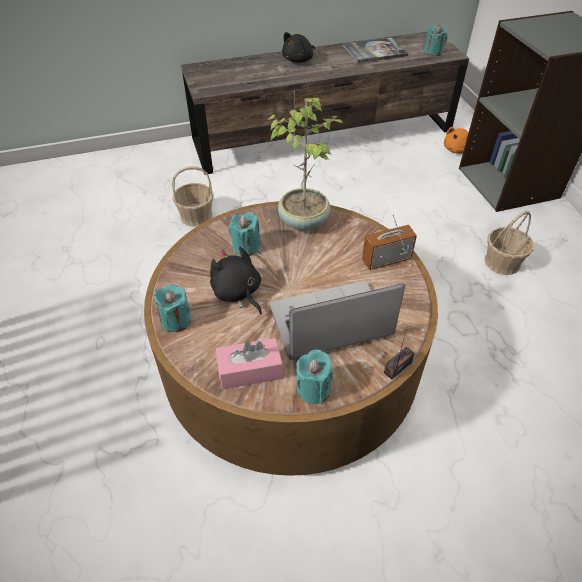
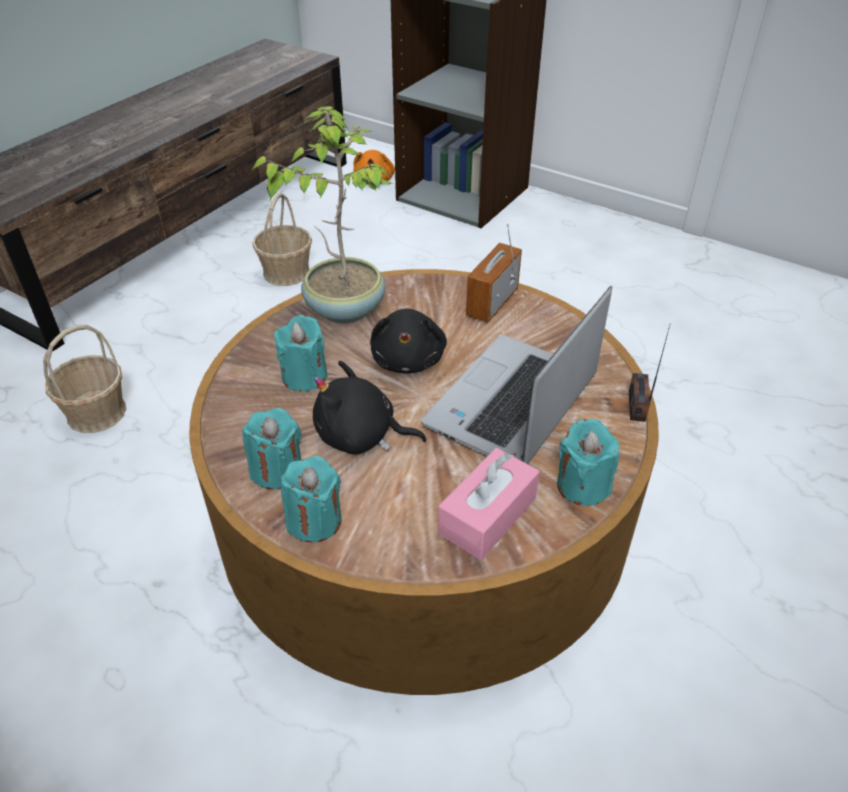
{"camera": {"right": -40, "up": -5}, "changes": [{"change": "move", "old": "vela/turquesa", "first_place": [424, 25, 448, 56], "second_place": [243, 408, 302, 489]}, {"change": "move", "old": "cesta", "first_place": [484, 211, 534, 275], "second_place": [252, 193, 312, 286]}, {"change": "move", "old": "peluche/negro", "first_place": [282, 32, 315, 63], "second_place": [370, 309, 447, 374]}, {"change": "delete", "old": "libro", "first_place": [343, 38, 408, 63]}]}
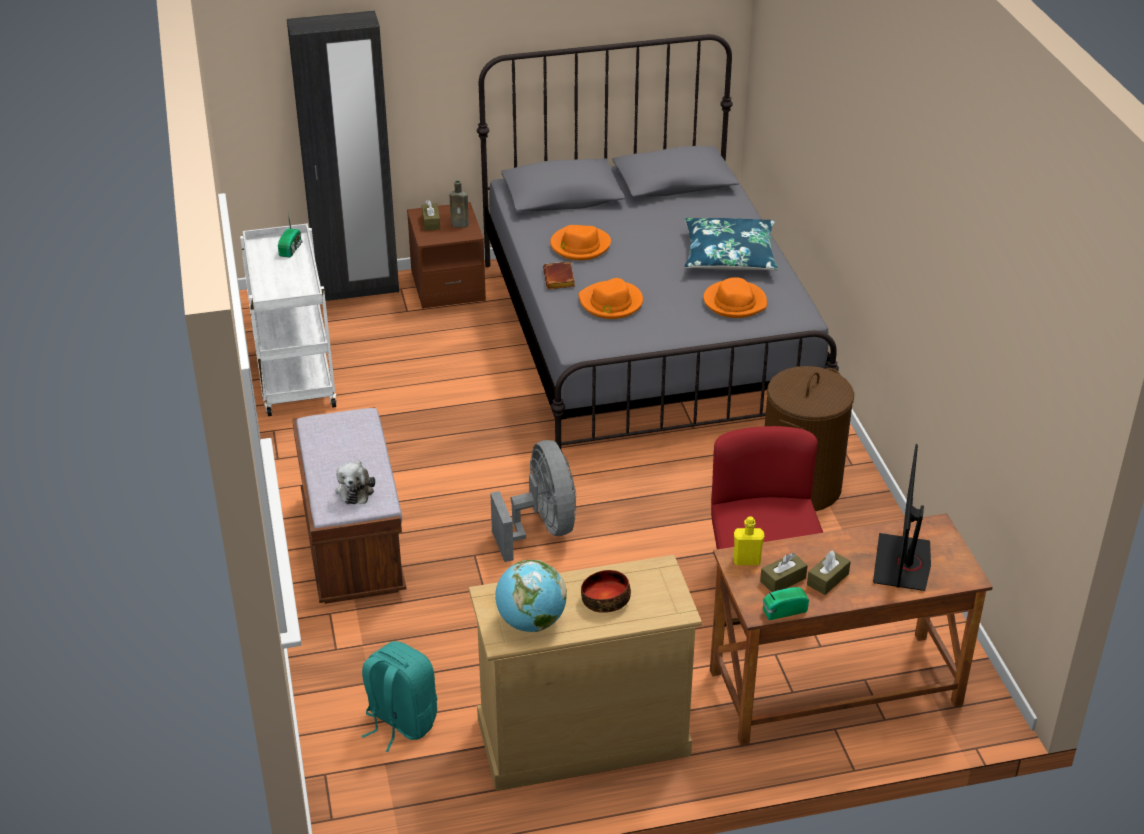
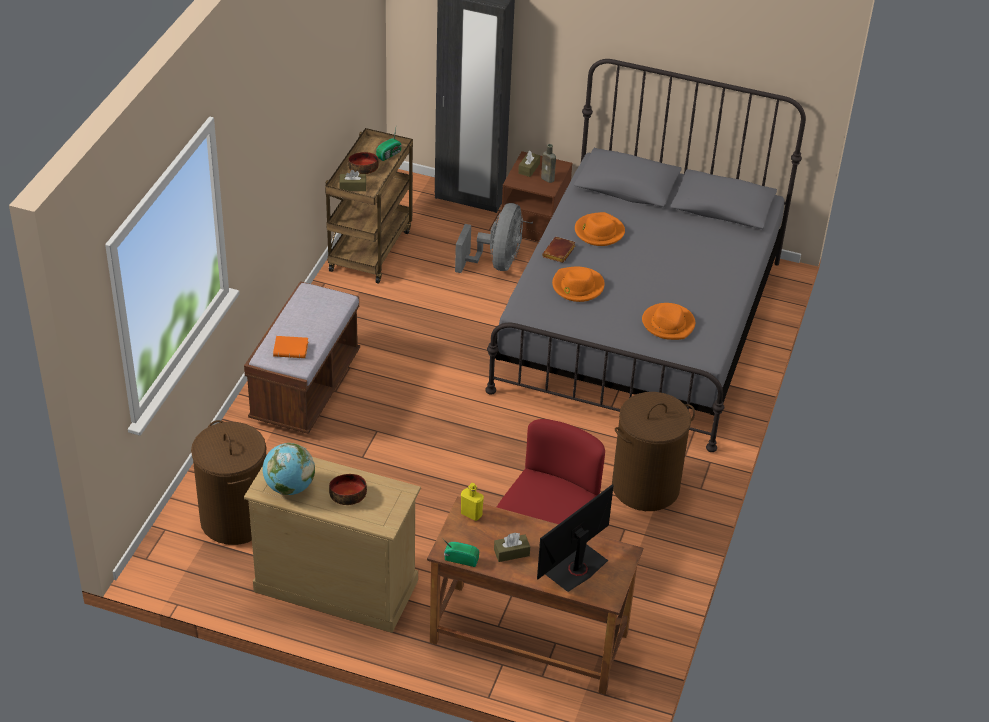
{"camera": {"right": 30, "up": 5}, "changes": [{"change": "replace", "old": "mochila/turquesa", "new": "cesto de la ropa/marrón", "first_place": [361, 641, 437, 752], "second_place": [191, 420, 267, 545]}, {"change": "replace", "old": "peluche", "new": "libro/naranja", "first_place": [335, 461, 375, 504], "second_place": [273, 336, 308, 358]}, {"change": "recolor", "old": "carrito/blanco", "new": "carrito/marrón", "first_place": [240, 223, 337, 416], "second_place": [325, 128, 413, 284]}, {"change": "move", "old": "caja de pañuelos/marrón", "first_place": [760, 553, 808, 592], "second_place": [339, 170, 366, 191]}, {"change": "insert", "new": "cuenco", "second_place": [348, 152, 379, 174]}, {"change": "move", "old": "ventilador/gris", "first_place": [490, 440, 576, 562], "second_place": [455, 203, 523, 273]}, {"change": "delete", "old": "cojín/azul", "first_place": [684, 218, 778, 271]}]}
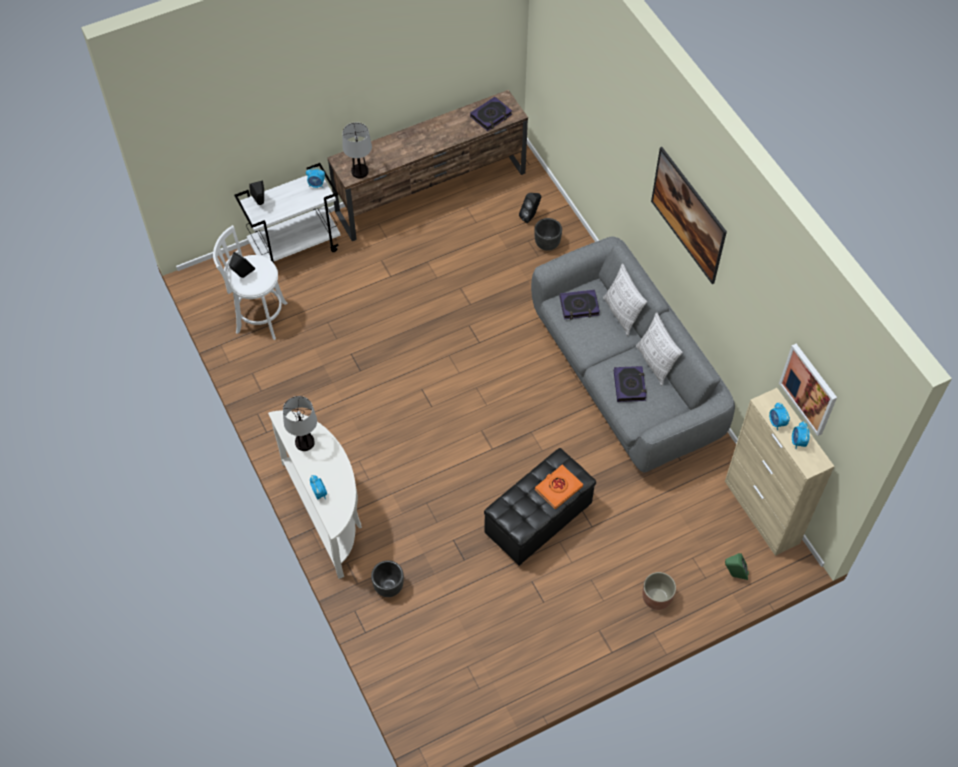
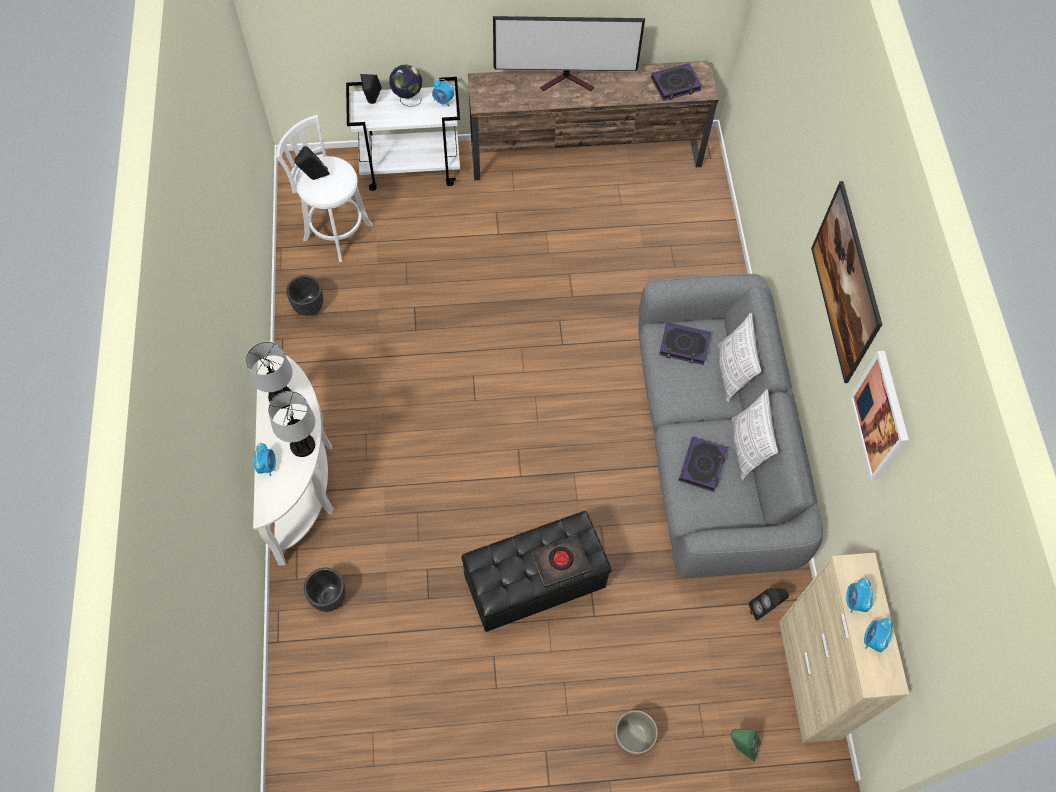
{"camera": {"right": 20, "up": 5}, "changes": [{"change": "move", "old": "lámpara de mesa", "first_place": [343, 122, 372, 179], "second_place": [268, 391, 315, 457]}, {"change": "move", "old": "maceta/negro", "first_place": [534, 218, 562, 251], "second_place": [286, 275, 323, 316]}, {"change": "insert", "new": "globo terráqueo", "second_place": [389, 64, 422, 107]}, {"change": "insert", "new": "televisor", "second_place": [493, 16, 645, 91]}, {"change": "recolor", "old": "libro/naranja", "new": "libro/negro", "first_place": [535, 465, 583, 509], "second_place": [531, 535, 591, 588]}, {"change": "move", "old": "altavoz/negro", "first_place": [519, 193, 541, 224], "second_place": [749, 588, 789, 621]}, {"change": "move", "old": "cuadro", "first_place": [779, 344, 837, 436], "second_place": [850, 351, 909, 481]}]}
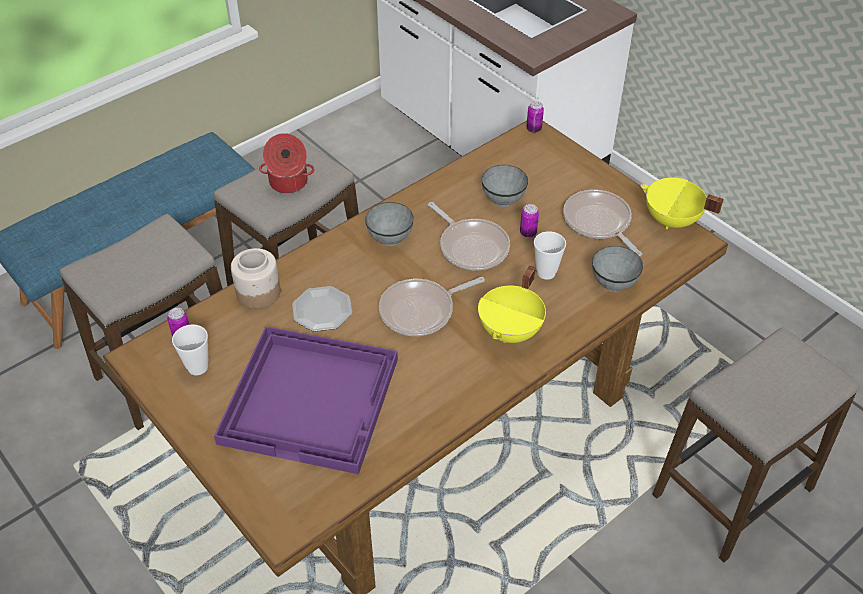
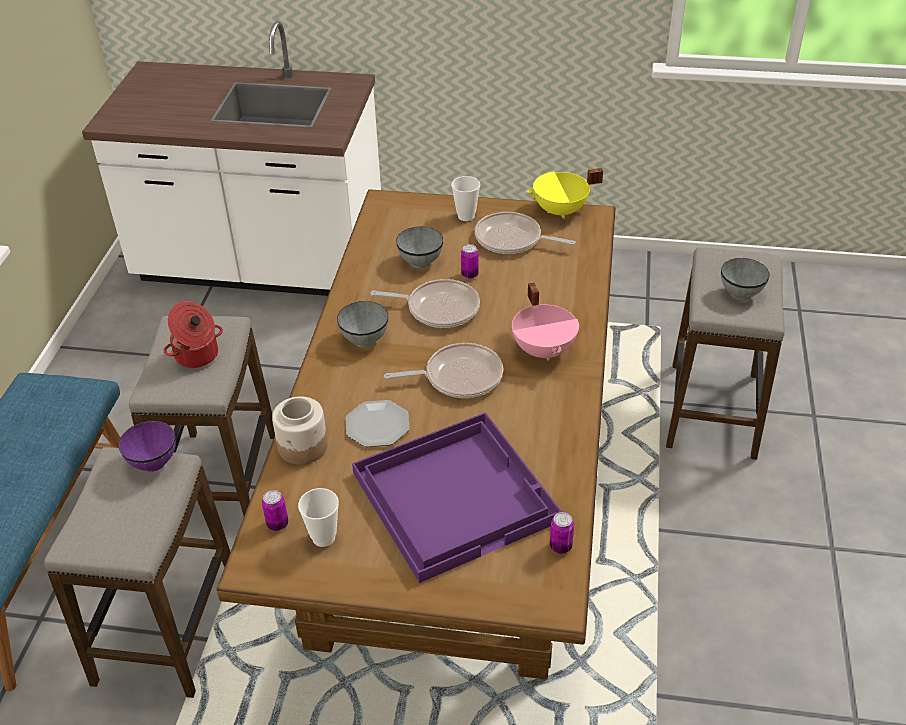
{"camera": {"right": -40, "up": -5}, "changes": [{"change": "insert", "new": "cuenco/morado", "second_place": [119, 421, 176, 472]}, {"change": "rotate", "old": "sartén", "first_place": [379, 277, 485, 336], "second_place": [384, 343, 503, 398], "degrees": -120}, {"change": "move", "old": "taza", "first_place": [534, 231, 566, 280], "second_place": [451, 176, 480, 221]}, {"change": "recolor", "old": "olla/amarillo", "new": "olla/rosa", "first_place": [478, 265, 546, 343], "second_place": [512, 283, 579, 361]}, {"change": "move", "old": "lata", "first_place": [526, 101, 544, 133], "second_place": [550, 512, 574, 554]}, {"change": "move", "old": "cuenco/gris", "first_place": [592, 246, 643, 292], "second_place": [721, 258, 769, 300]}]}
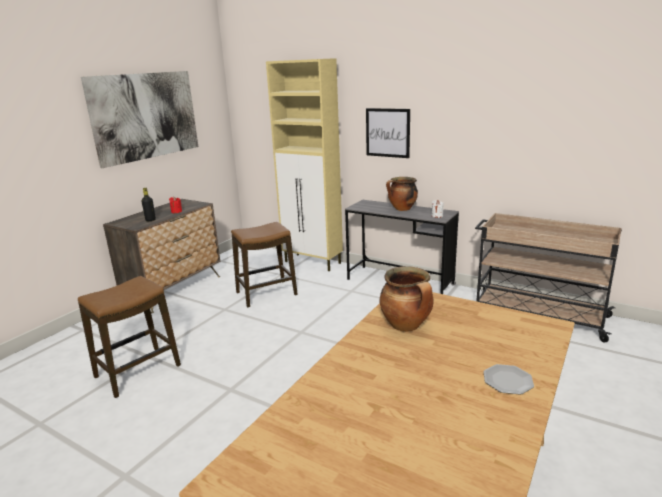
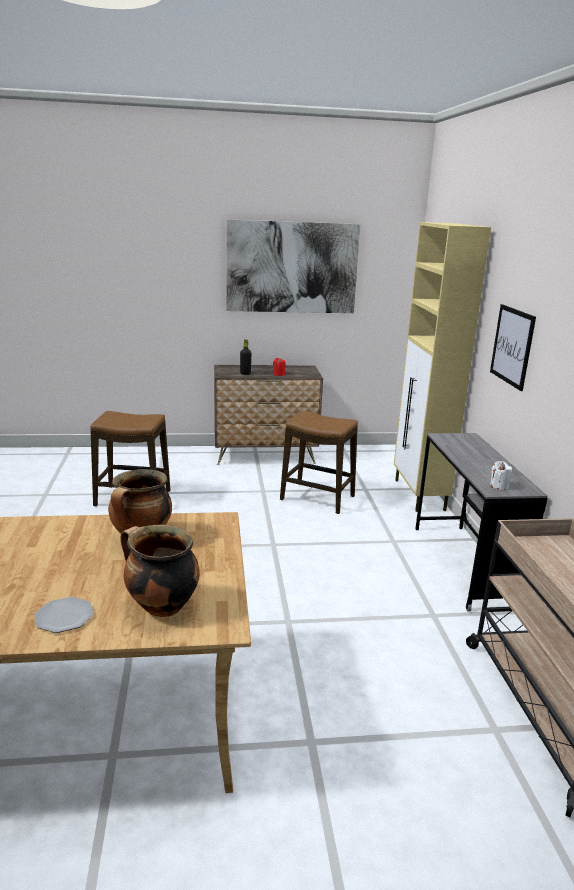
{"camera": {"right": 50, "up": 0}, "changes": [{"change": "move", "old": "olla", "first_place": [386, 177, 418, 211], "second_place": [120, 525, 199, 617]}]}
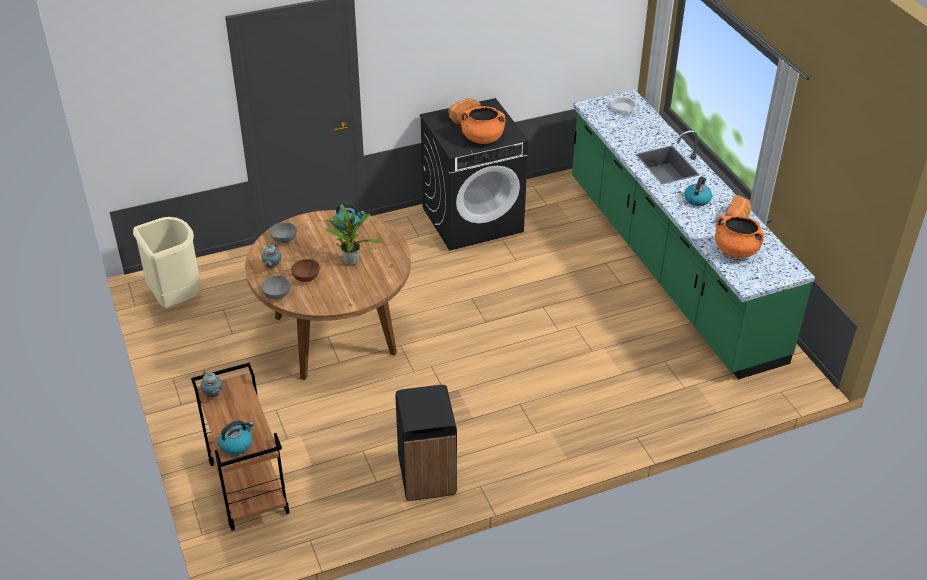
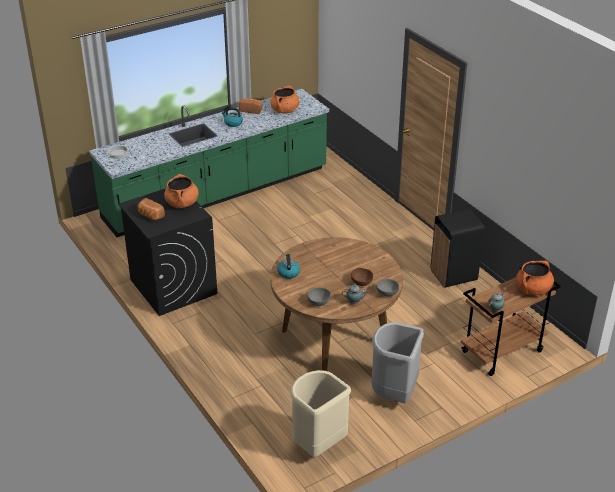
{"camera": {"right": -100, "up": -5}, "changes": [{"change": "insert", "new": "papelera/gris", "second_place": [372, 322, 424, 403]}, {"change": "replace", "old": "hervidor", "new": "olla/naranja", "first_place": [218, 421, 254, 455], "second_place": [516, 261, 554, 295]}, {"change": "delete", "old": "planta en maceta", "first_place": [326, 204, 381, 266]}]}
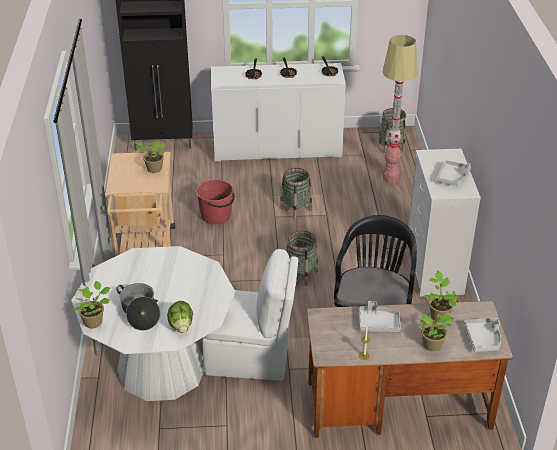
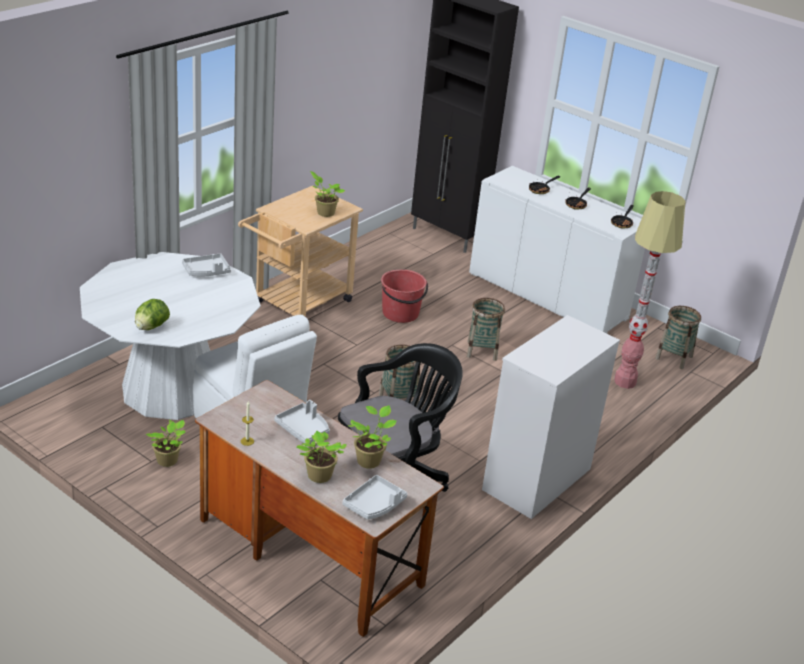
{"camera": {"right": 40, "up": -5}, "changes": [{"change": "move", "old": "planta en maceta", "first_place": [73, 281, 110, 328], "second_place": [146, 420, 186, 467]}, {"change": "move", "old": "bandeja/gris", "first_place": [437, 160, 471, 186], "second_place": [182, 253, 231, 276]}, {"change": "delete", "old": "olla", "first_place": [116, 283, 160, 331]}]}
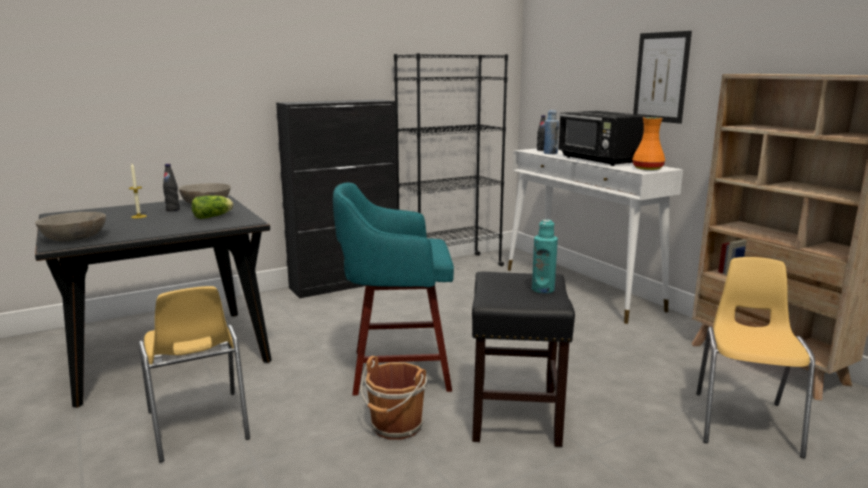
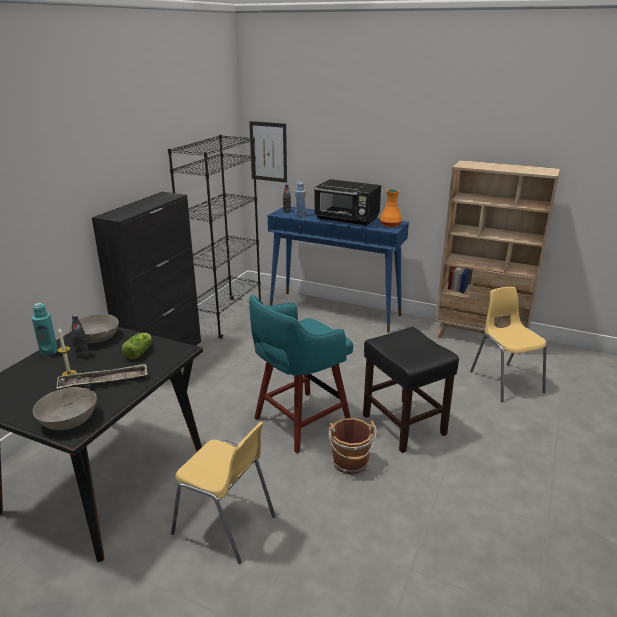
{"camera": {"right": -35, "up": 10}, "changes": [{"change": "move", "old": "botella/turquesa", "first_place": [532, 220, 558, 293], "second_place": [32, 303, 58, 356]}, {"change": "insert", "new": "bandeja", "second_place": [56, 363, 148, 390]}, {"change": "move", "old": "cuadro", "first_place": [633, 31, 692, 124], "second_place": [249, 121, 287, 183]}, {"change": "recolor", "old": "mesa consola/blanco", "new": "mesa consola/azul", "first_place": [508, 148, 683, 324], "second_place": [268, 207, 409, 333]}]}
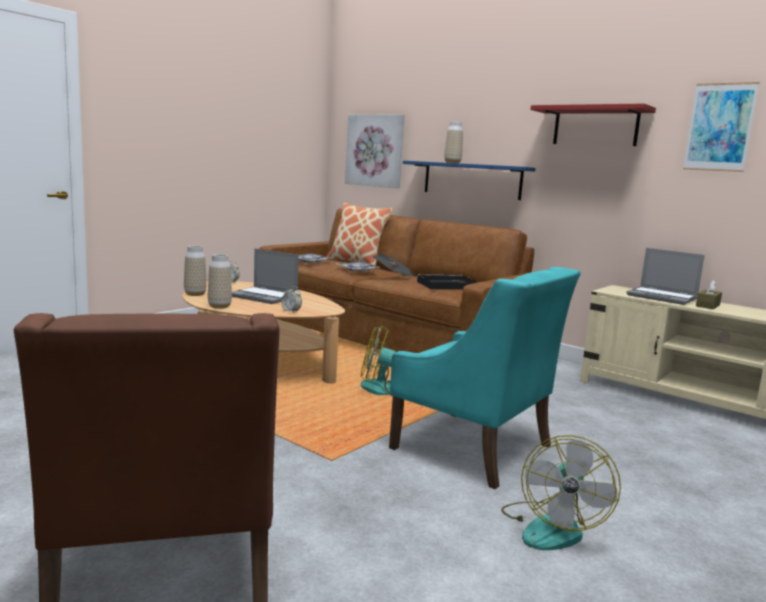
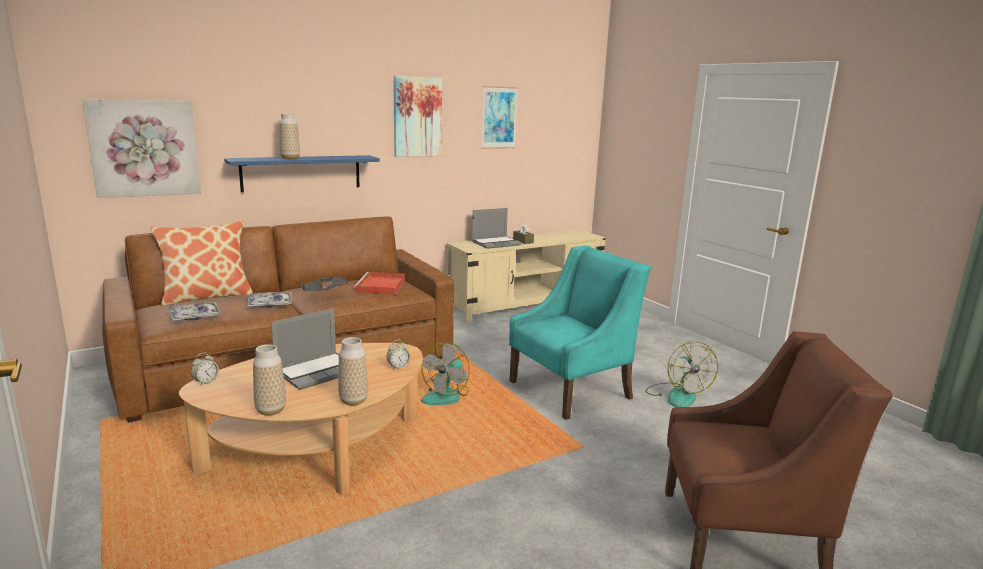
{"camera": {"right": -70, "up": 5}, "changes": [{"change": "recolor", "old": "bandeja/negro", "new": "bandeja/rojo", "first_place": [417, 275, 478, 289], "second_place": [354, 272, 405, 294]}, {"change": "replace", "old": "estante/rojo", "new": "cuadro", "first_place": [530, 104, 656, 146], "second_place": [393, 76, 442, 157]}, {"change": "rotate", "old": "ventilador", "first_place": [501, 435, 621, 550], "second_place": [645, 341, 718, 407], "degrees": 45}]}
